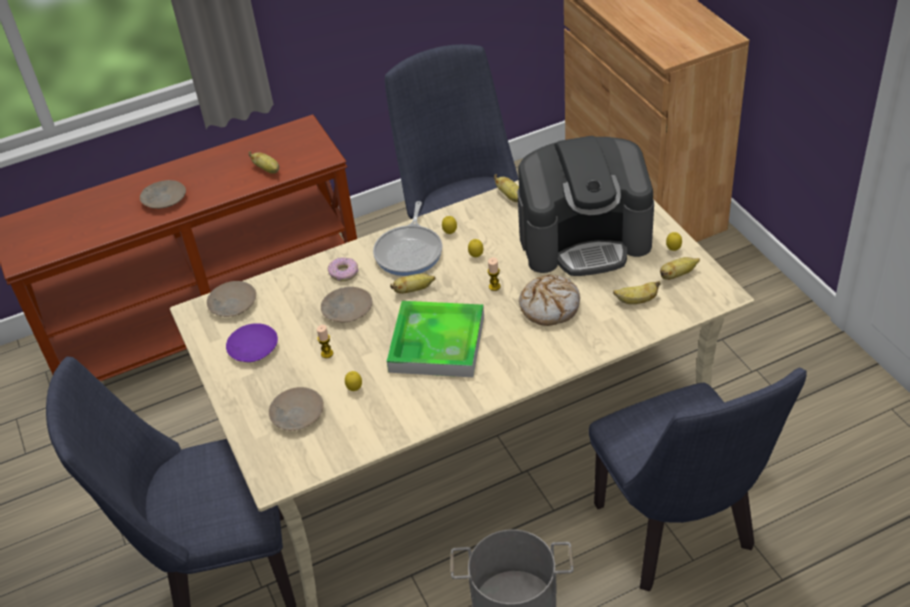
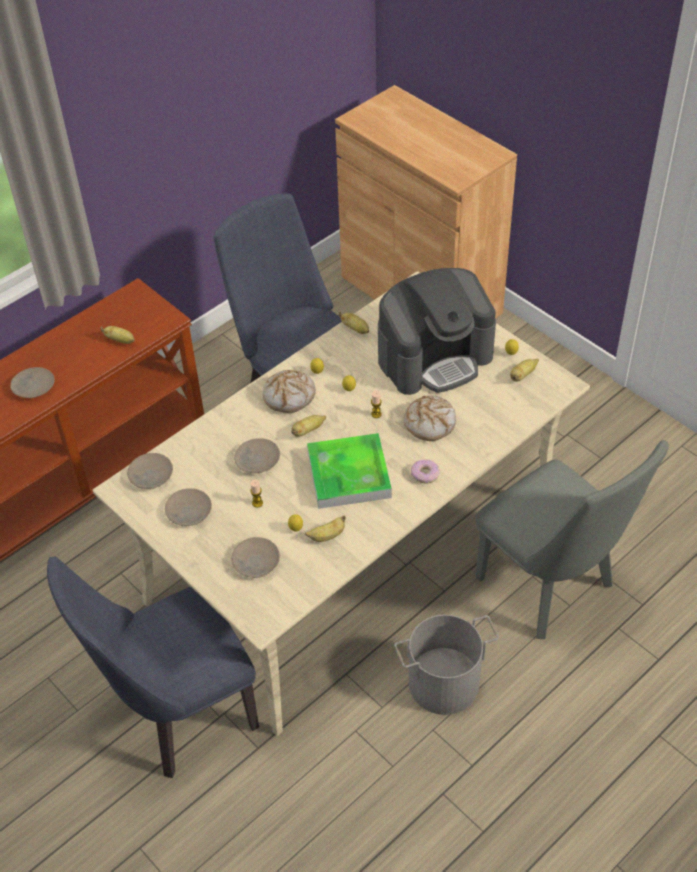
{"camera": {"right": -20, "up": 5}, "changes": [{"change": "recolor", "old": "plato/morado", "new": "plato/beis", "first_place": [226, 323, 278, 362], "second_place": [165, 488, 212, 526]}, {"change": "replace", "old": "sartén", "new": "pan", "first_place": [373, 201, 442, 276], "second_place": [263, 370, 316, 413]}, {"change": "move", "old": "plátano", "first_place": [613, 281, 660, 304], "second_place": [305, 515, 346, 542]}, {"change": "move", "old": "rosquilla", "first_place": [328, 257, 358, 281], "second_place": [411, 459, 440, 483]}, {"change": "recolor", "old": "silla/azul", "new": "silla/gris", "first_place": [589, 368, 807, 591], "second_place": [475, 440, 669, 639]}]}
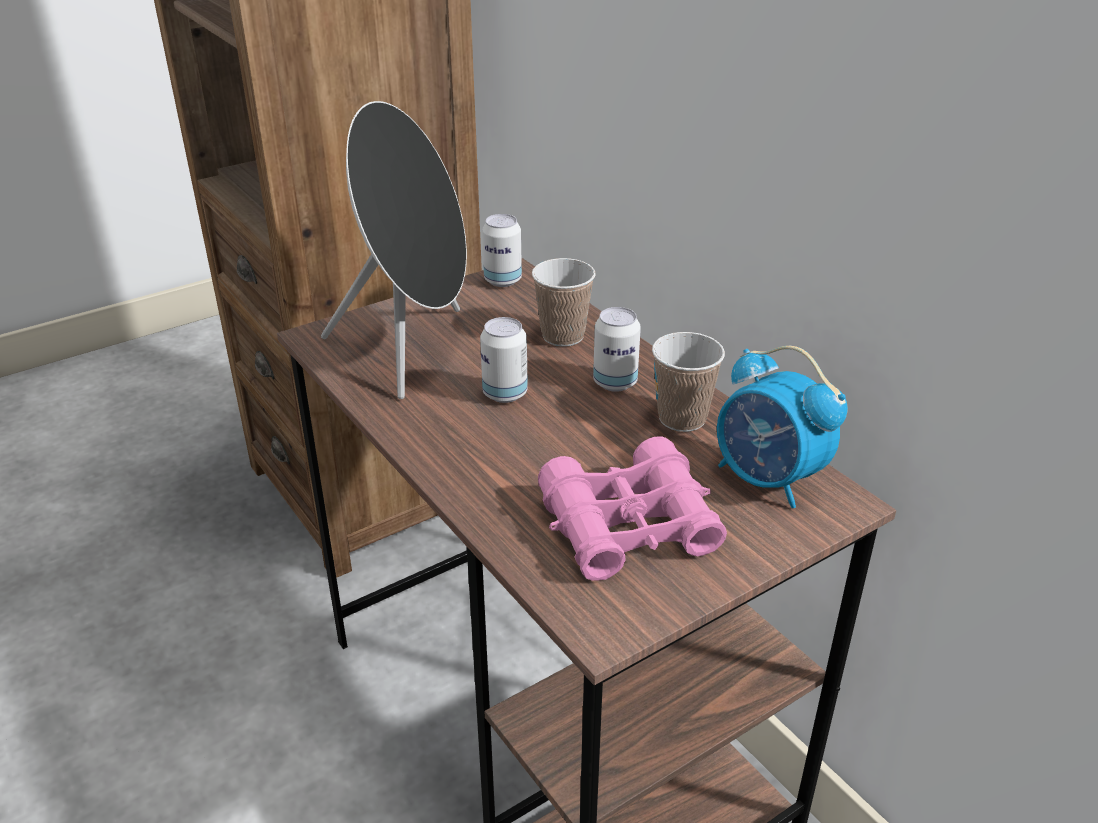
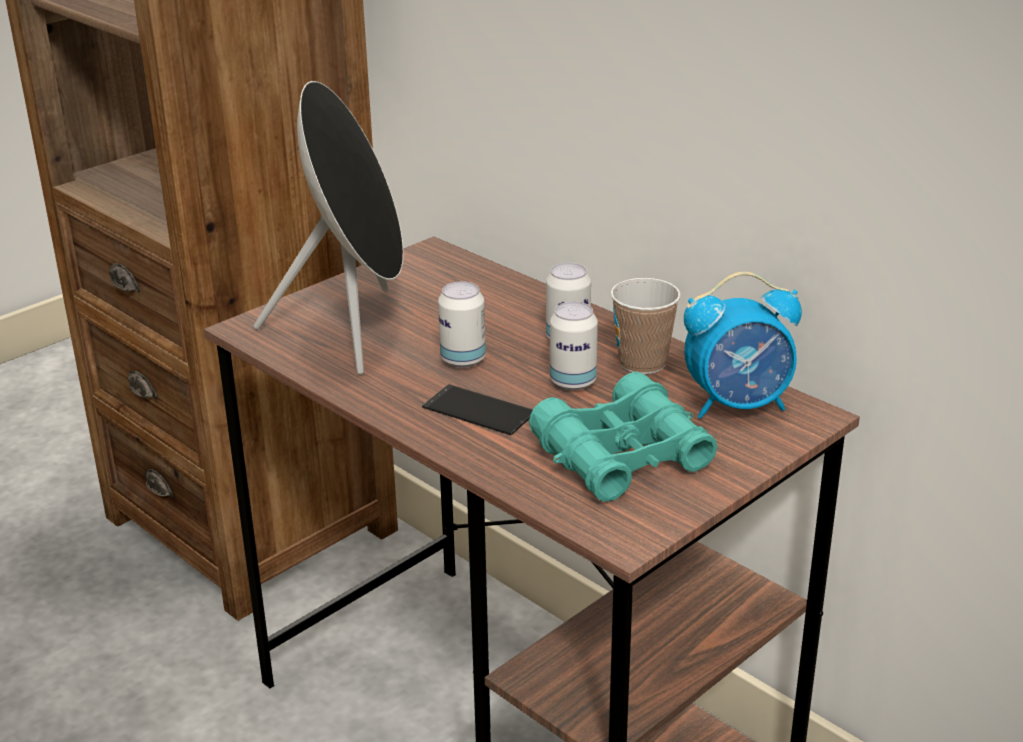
{"camera": {"right": -10, "up": -5}, "changes": [{"change": "insert", "new": "móvil", "second_place": [422, 384, 533, 435]}, {"change": "recolor", "old": "prismáticos/rosa", "new": "prismáticos/turquesa", "first_place": [538, 436, 727, 581], "second_place": [529, 372, 717, 502]}, {"change": "move", "old": "lata", "first_place": [482, 214, 522, 287], "second_place": [550, 302, 598, 391]}, {"change": "rotate", "old": "despertador", "first_place": [717, 346, 848, 508], "second_place": [684, 272, 802, 419], "degrees": -45}, {"change": "delete", "old": "taza", "first_place": [532, 258, 596, 347]}]}
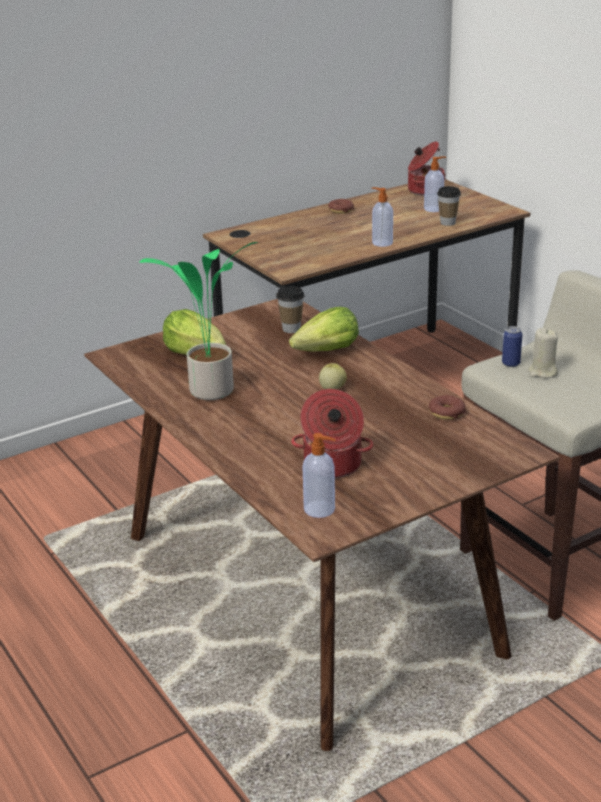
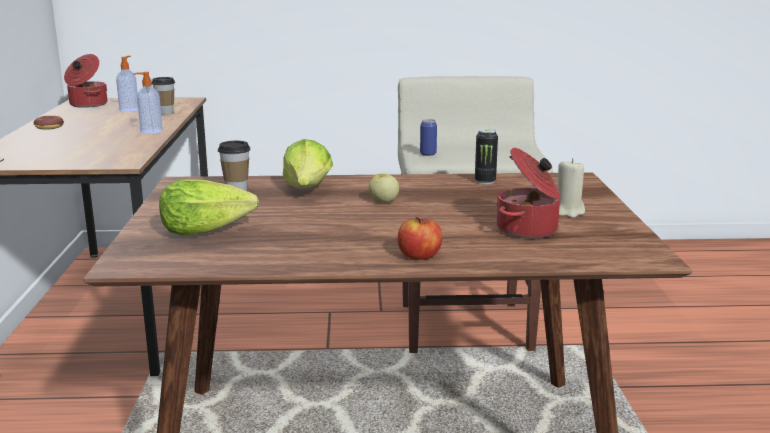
{"camera": {"right": -60, "up": -10}, "changes": [{"change": "insert", "new": "manzana", "second_place": [397, 217, 442, 260]}, {"change": "replace", "old": "rosquilla", "new": "lata", "first_place": [429, 395, 466, 420], "second_place": [475, 128, 498, 184]}, {"change": "move", "old": "vela/beis", "first_place": [528, 328, 558, 378], "second_place": [557, 158, 585, 218]}, {"change": "delete", "old": "planta en maceta", "first_place": [139, 242, 258, 400]}, {"change": "delete", "old": "dispensador de jabón", "first_place": [302, 433, 336, 518]}]}
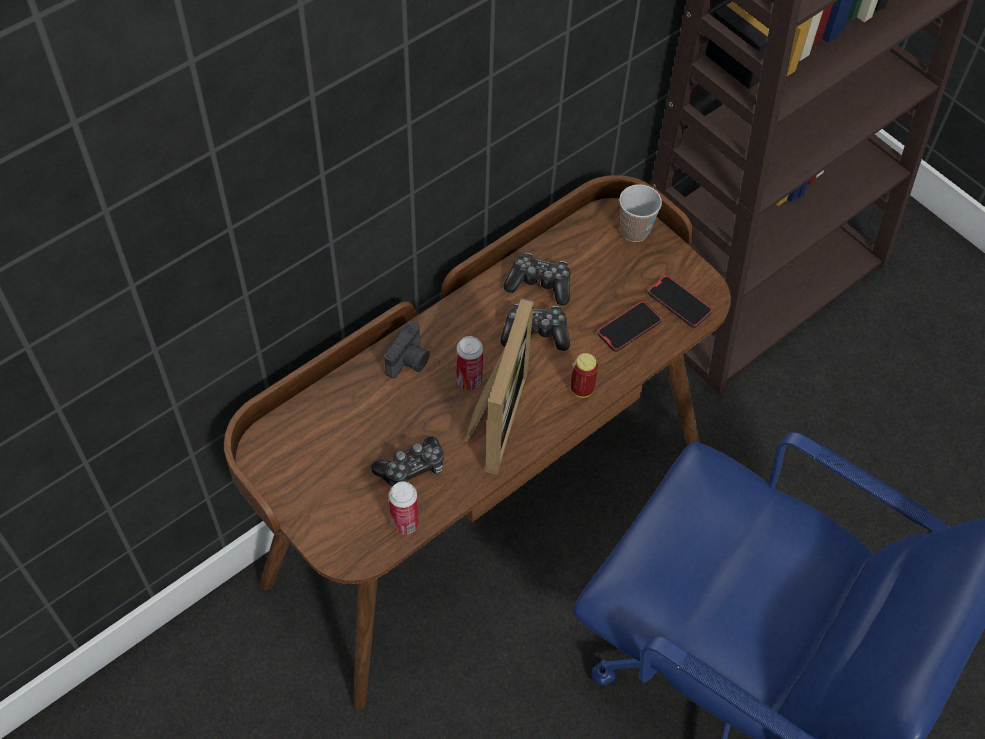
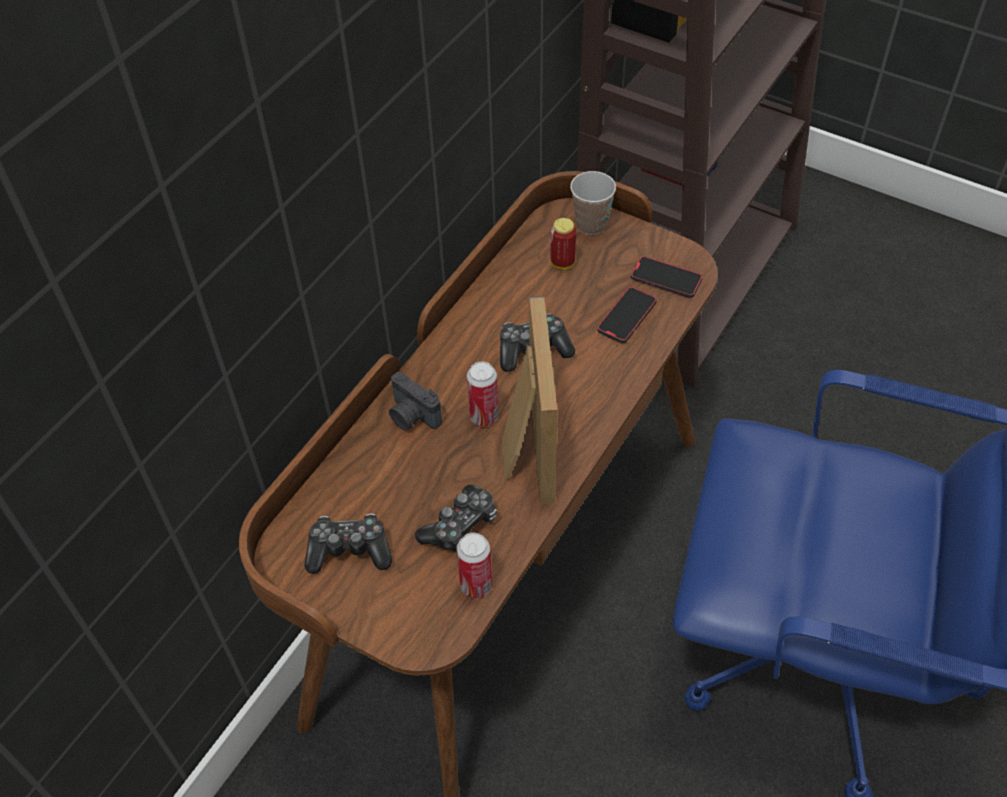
{"camera": {"right": -15, "up": -5}, "changes": [{"change": "move", "old": "mando de consola", "first_place": [504, 253, 570, 305], "second_place": [304, 513, 392, 573]}, {"change": "rotate", "old": "cámara", "first_place": [384, 321, 430, 378], "second_place": [389, 372, 442, 431], "degrees": 120}, {"change": "move", "old": "lata", "first_place": [570, 353, 598, 398], "second_place": [550, 218, 576, 269]}]}
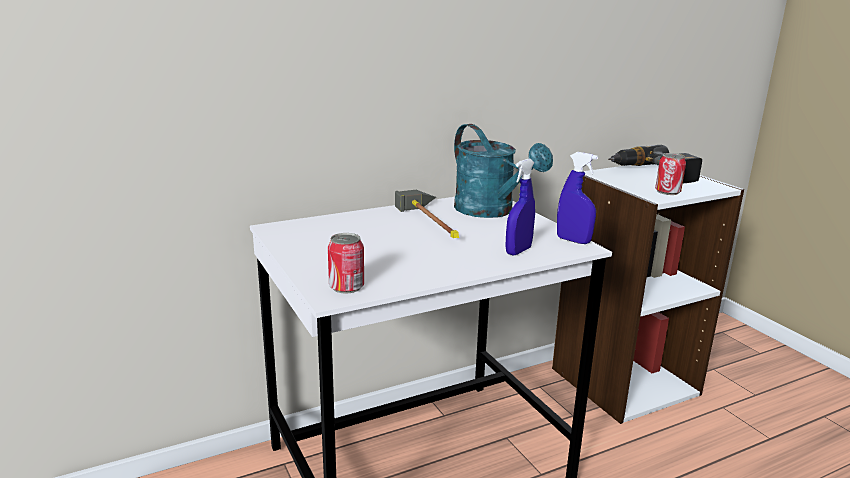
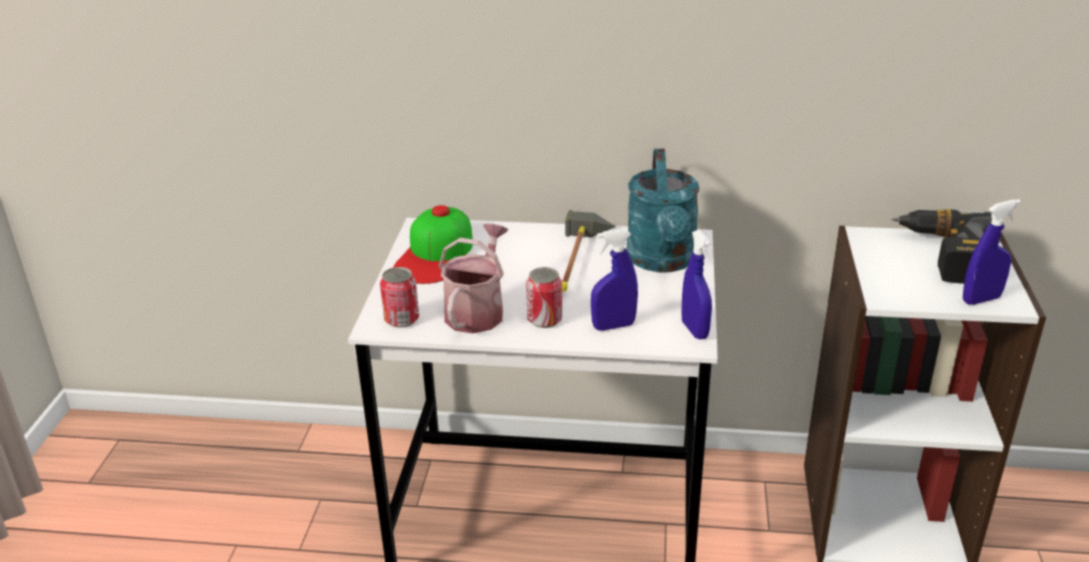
{"camera": {"right": 35, "up": 10}, "changes": [{"change": "insert", "new": "gorra", "second_place": [393, 205, 473, 284]}, {"change": "insert", "new": "regadera", "second_place": [439, 223, 509, 334]}, {"change": "move", "old": "lata", "first_place": [655, 153, 686, 195], "second_place": [526, 267, 562, 328]}, {"change": "insert", "new": "pulverizador/azul", "second_place": [963, 199, 1021, 305]}]}
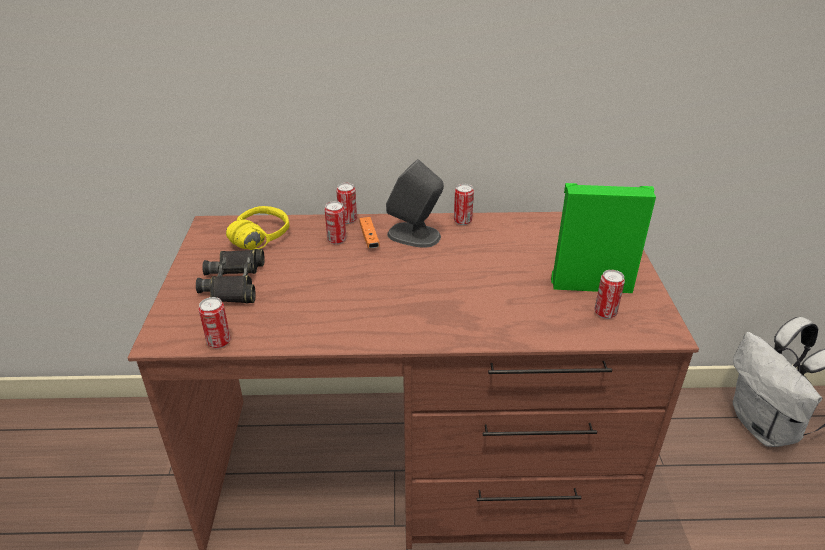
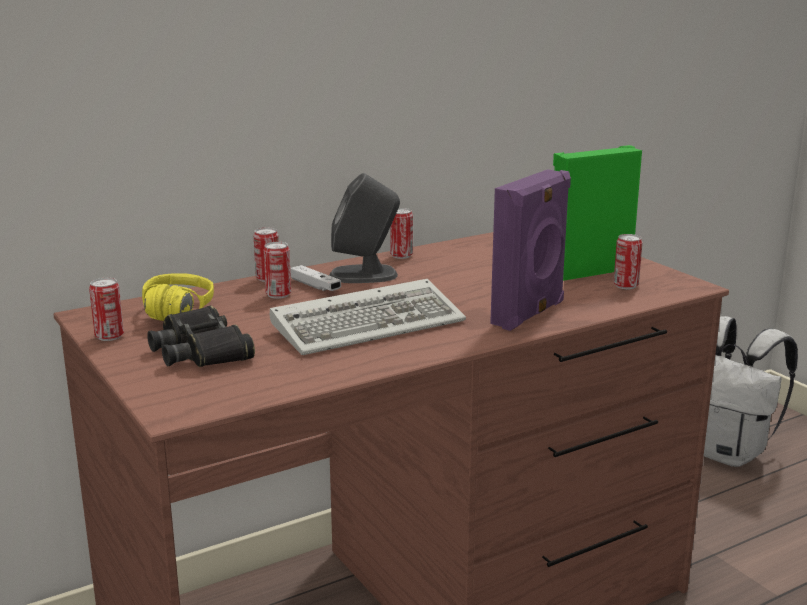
{"camera": {"right": -30, "up": -15}, "changes": [{"change": "move", "old": "lata", "first_place": [198, 297, 231, 348], "second_place": [89, 278, 124, 341]}, {"change": "insert", "new": "teclado", "second_place": [270, 279, 466, 355]}, {"change": "recolor", "old": "mando de consola/naranja", "new": "mando de consola/blanco", "first_place": [359, 217, 380, 249], "second_place": [290, 265, 341, 291]}, {"change": "insert", "new": "altavoz/morado", "second_place": [490, 169, 571, 331]}]}
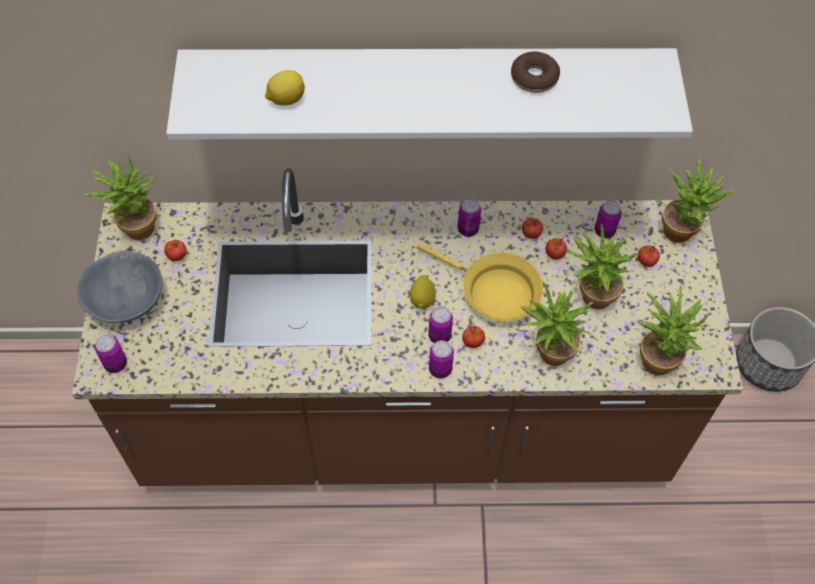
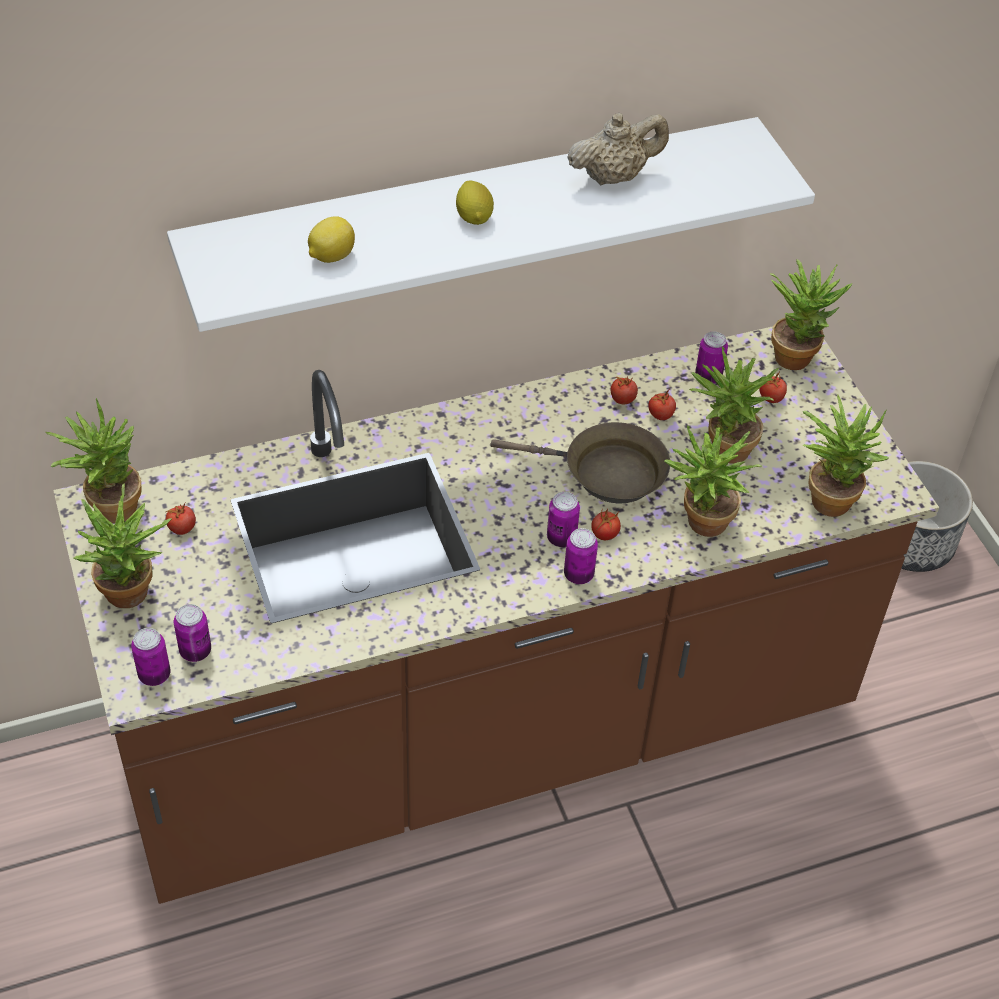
{"camera": {"right": -20, "up": -10}, "changes": [{"change": "replace", "old": "cuenco/gris", "new": "planta en maceta", "first_place": [77, 251, 163, 323], "second_place": [74, 483, 172, 608]}, {"change": "move", "old": "lata", "first_place": [458, 198, 481, 237], "second_place": [174, 604, 211, 662]}, {"change": "move", "old": "limón", "first_place": [410, 275, 436, 309], "second_place": [456, 180, 494, 225]}, {"change": "recolor", "old": "sartén/amarillo", "new": "sartén/marrón", "first_place": [416, 243, 543, 321], "second_place": [490, 422, 670, 503]}, {"change": "replace", "old": "rosquilla", "new": "tetera/beis", "first_place": [511, 52, 560, 93], "second_place": [567, 113, 669, 185]}]}
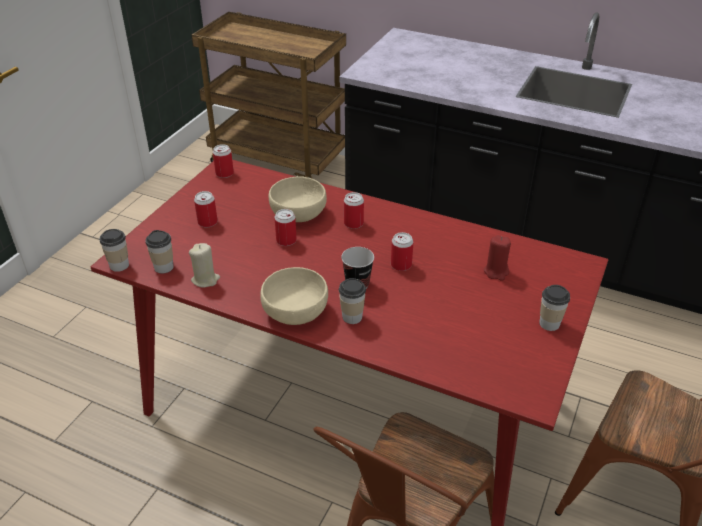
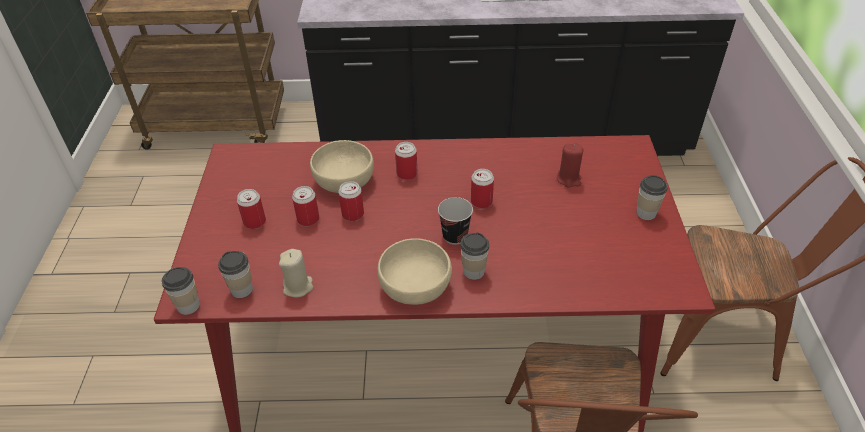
{"camera": {"right": -25, "up": 5}, "changes": [{"change": "move", "old": "lata", "first_place": [213, 144, 234, 178], "second_place": [292, 186, 319, 226]}]}
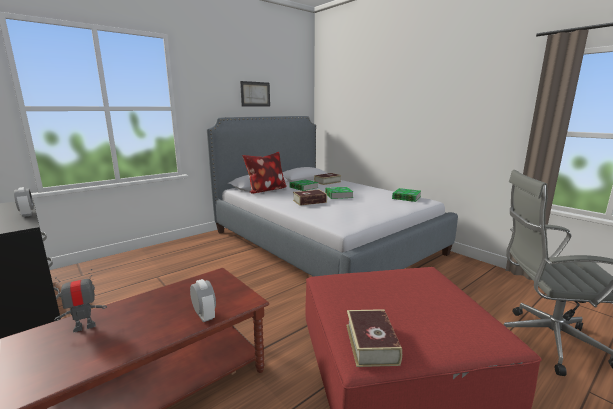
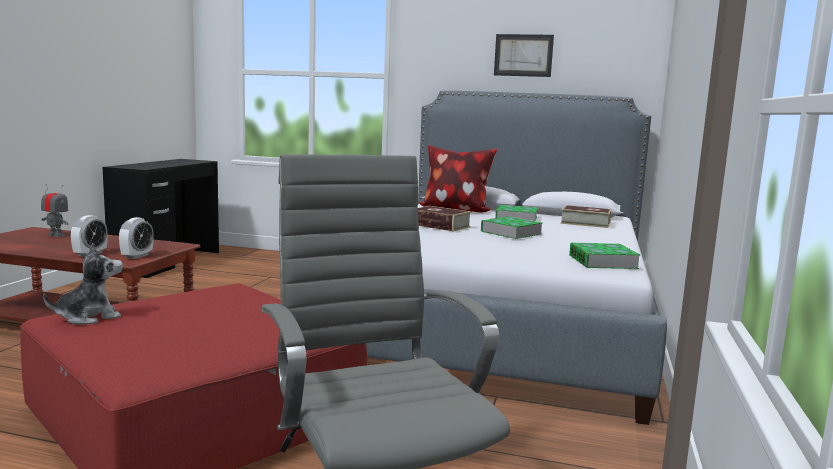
{"camera": {"right": 55, "up": -5}, "changes": [{"change": "replace", "old": "libro", "new": "peluche", "first_place": [346, 309, 402, 367], "second_place": [43, 243, 123, 325]}, {"change": "move", "old": "despertador", "first_place": [14, 187, 34, 217], "second_place": [119, 217, 154, 259]}]}
